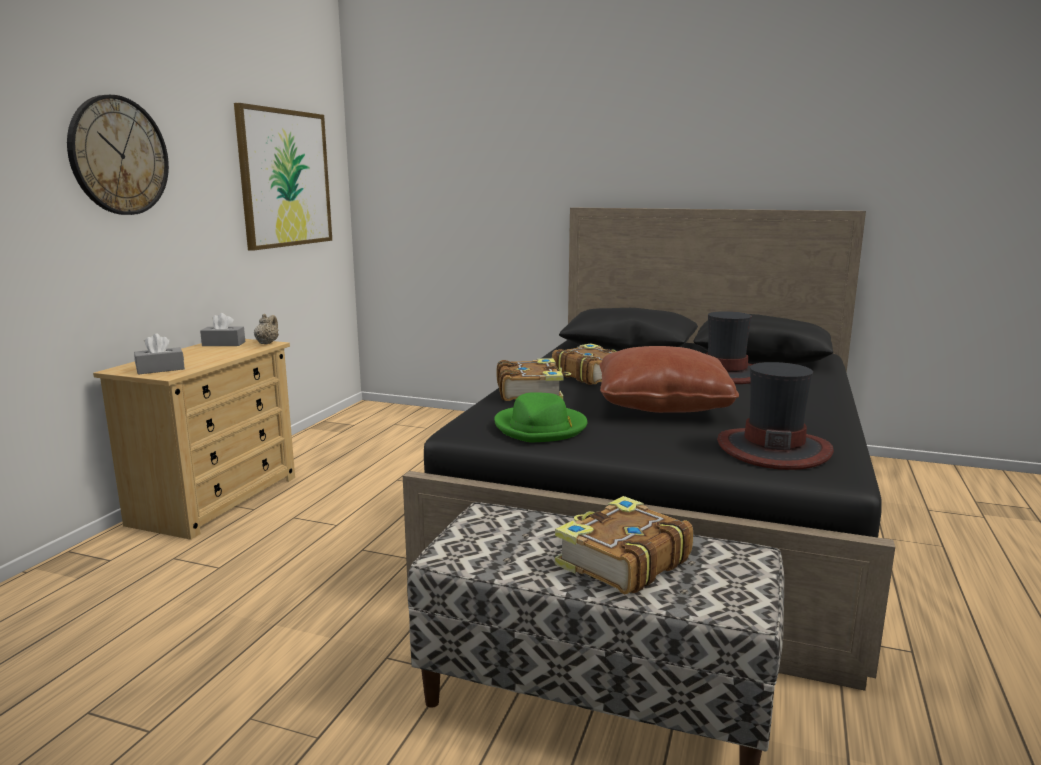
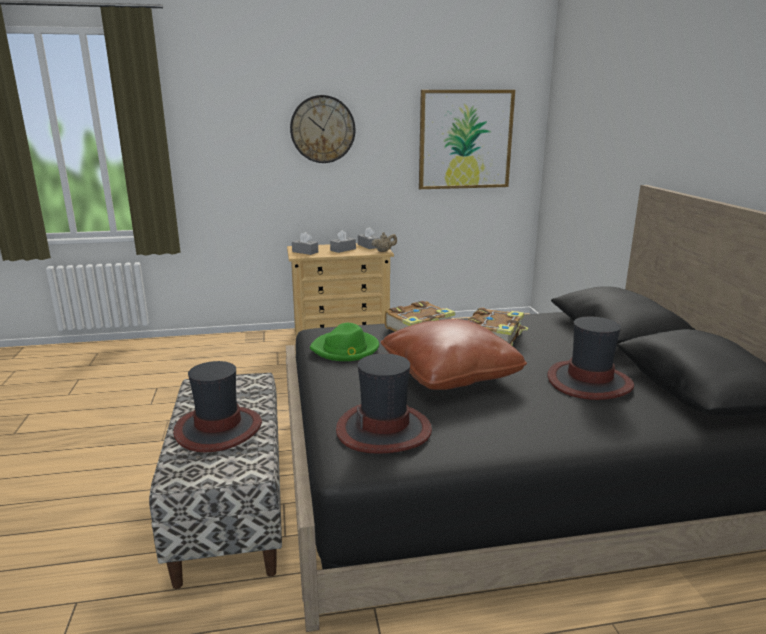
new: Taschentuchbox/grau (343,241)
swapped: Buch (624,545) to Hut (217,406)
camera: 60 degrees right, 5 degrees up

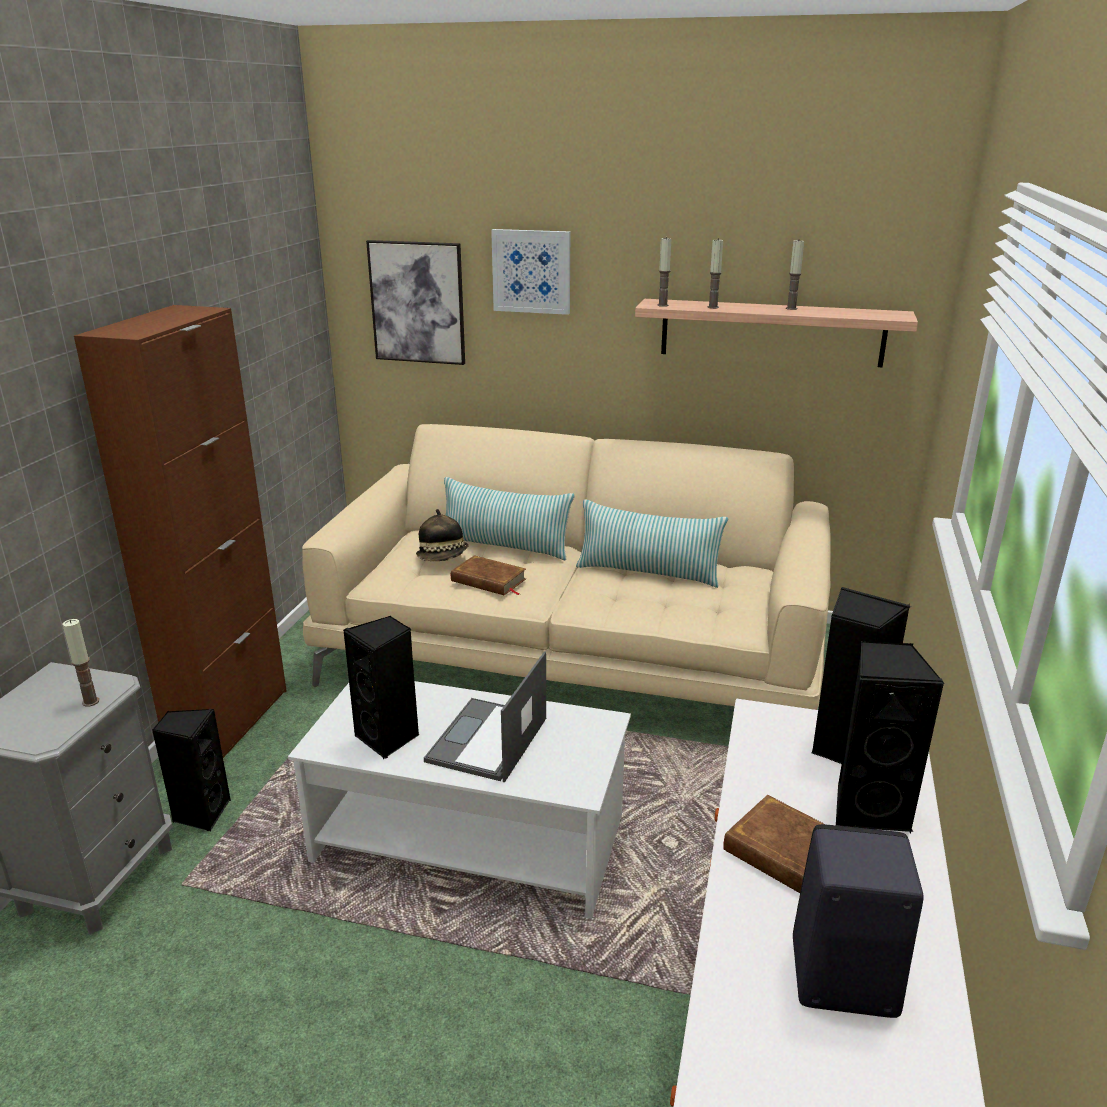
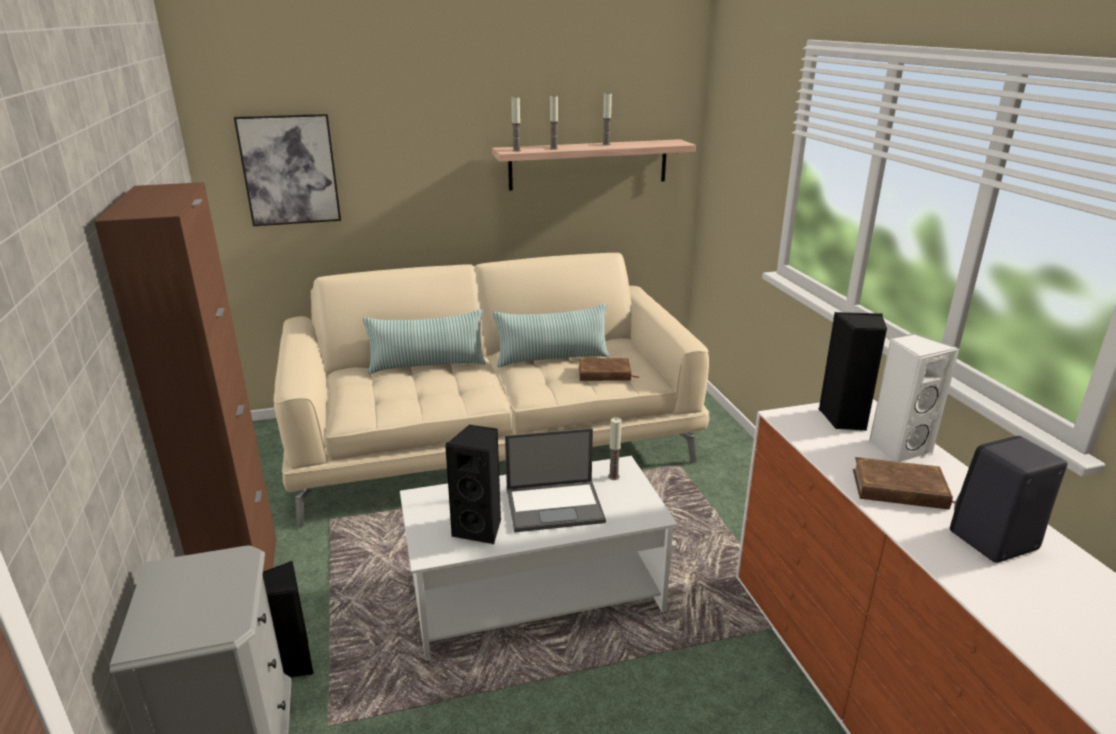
gone: Hut (442,535); Bild (530,272)
shifted: Kerze (80,663) to (614,449); Buch/braun (488,575) to (609,369)
repainted: Lautsprecher/schwarz (890,737) to Lautsprecher/weiß (914,397)
rotated: Laptop (485,716) = (555,480) 90 degrees counterclockwise
camera: 30 degrees left, 0 degrees up

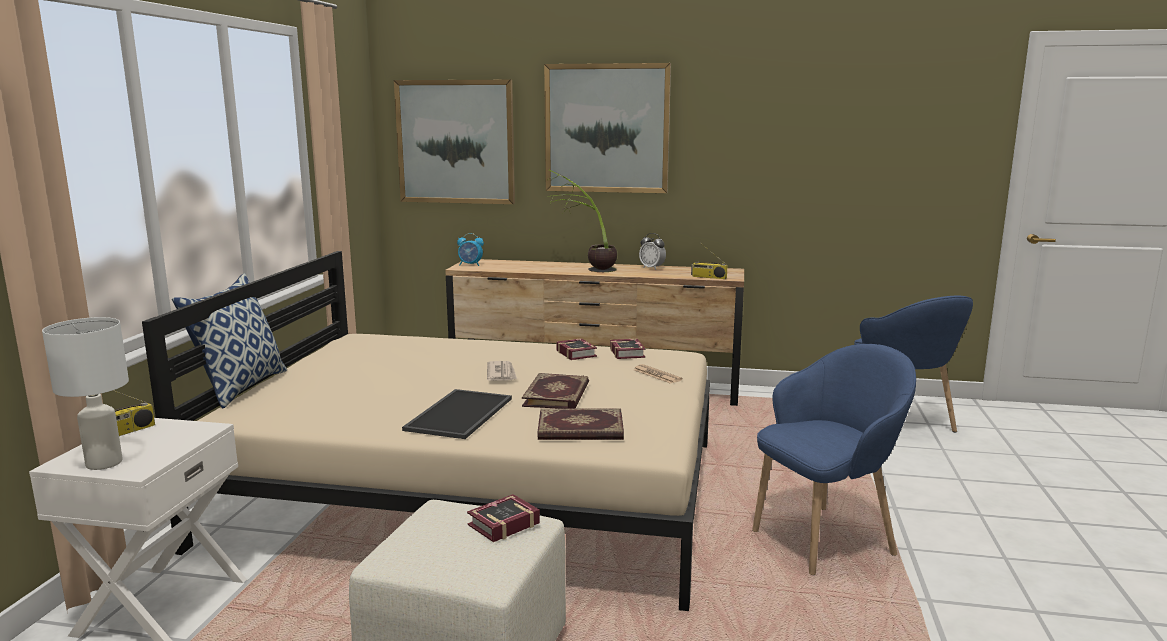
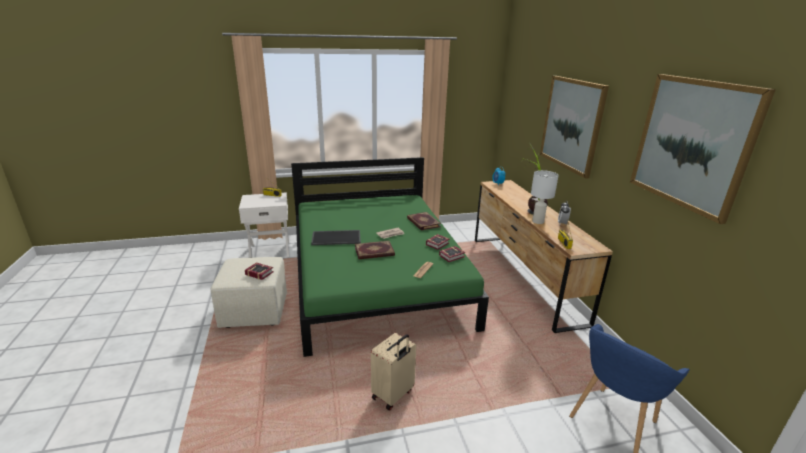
gone: Kissen (229,341)
shifted: Tischlampe/weiß (85,393) to (545,197); Bild (454,142) to (703,149); Buch (581,424) to (424,221)
swapped: Sessel/blau (834,459) to Koffer/beige (393,372)
repainted: Bett/beige (426,431) to Bett/grün (390,257)
camera: 65 degrees right, 10 degrees up

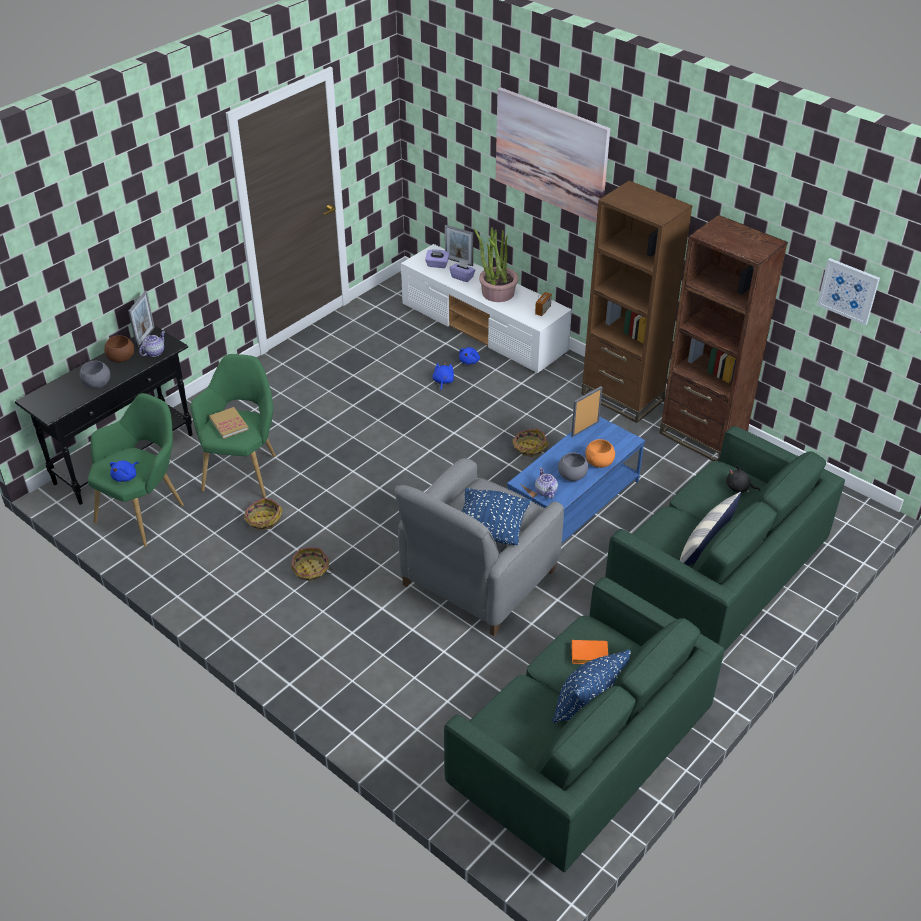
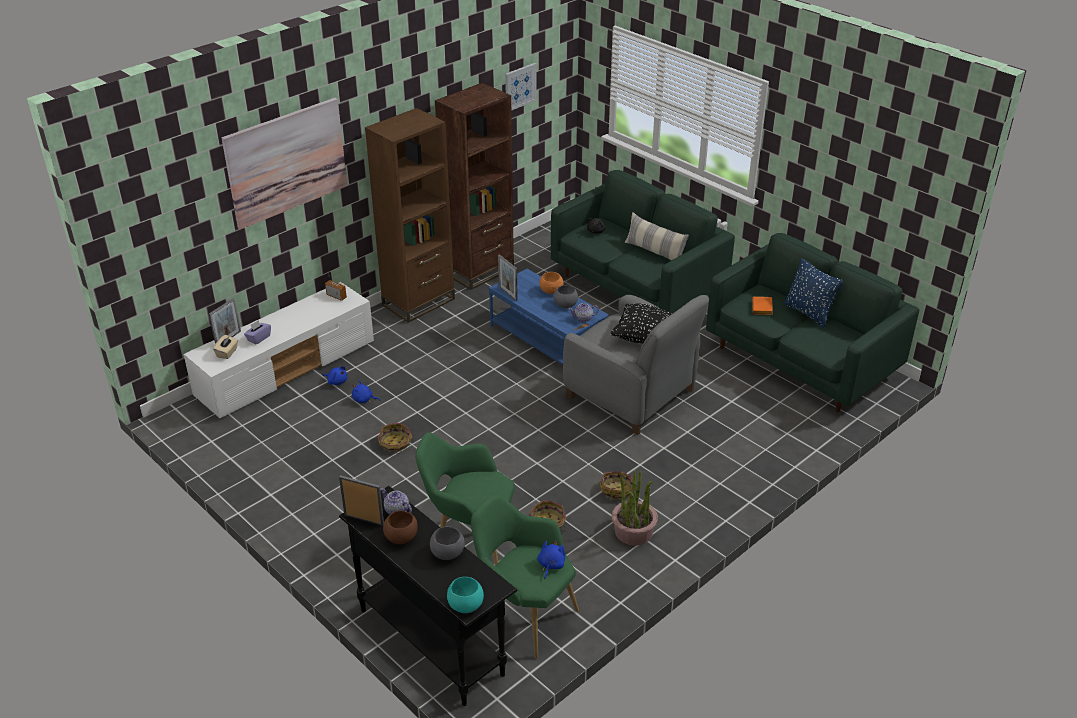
gone: Buch (229,423)
new: Schüssel/türkis (465,595)
shifted: Topfpflanze (496,264) to (635,508); Korb (529,443) to (395,438)
repainted: Taschentuchbox/lila (437,259) to Taschentuchbox/beige (225,347); Kissen/blau (497,516) to Kissen/schwarz (642,323)
rotated: Plüschtier/blau (124,471) = (551,559) 105 degrees counterclockwise
camera: 85 degrees left, 5 degrees down

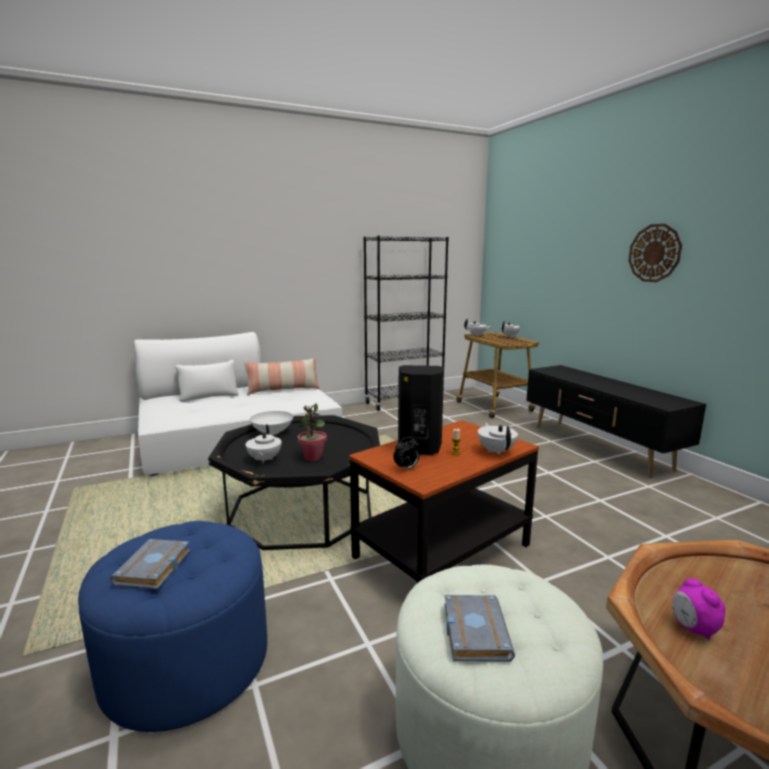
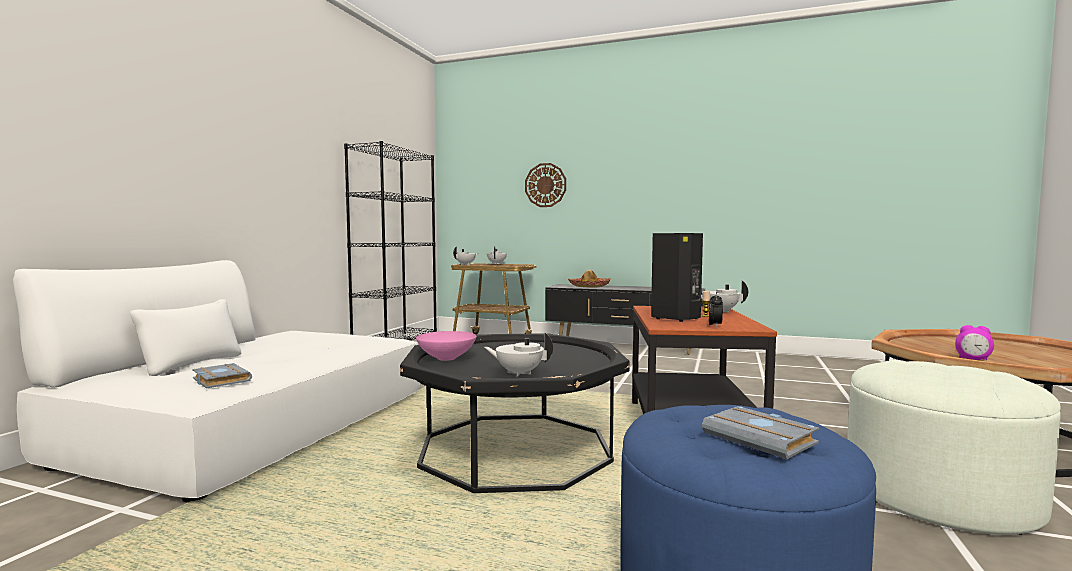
gone: Kissen (282,376); Topfpflanze (312,432)
new: Hut (589,279)
shifted: Buch/grau (479,628) to (222,375); Wanduhr (655,253) to (545,185)
repainted: Schüssel/weiß (271,423) to Schüssel/rosa (446,346)
rotated: Teekanne/weiß (263,444) = (518,355) 150 degrees clockwise
camera: 45 degrees left, 10 degrees down

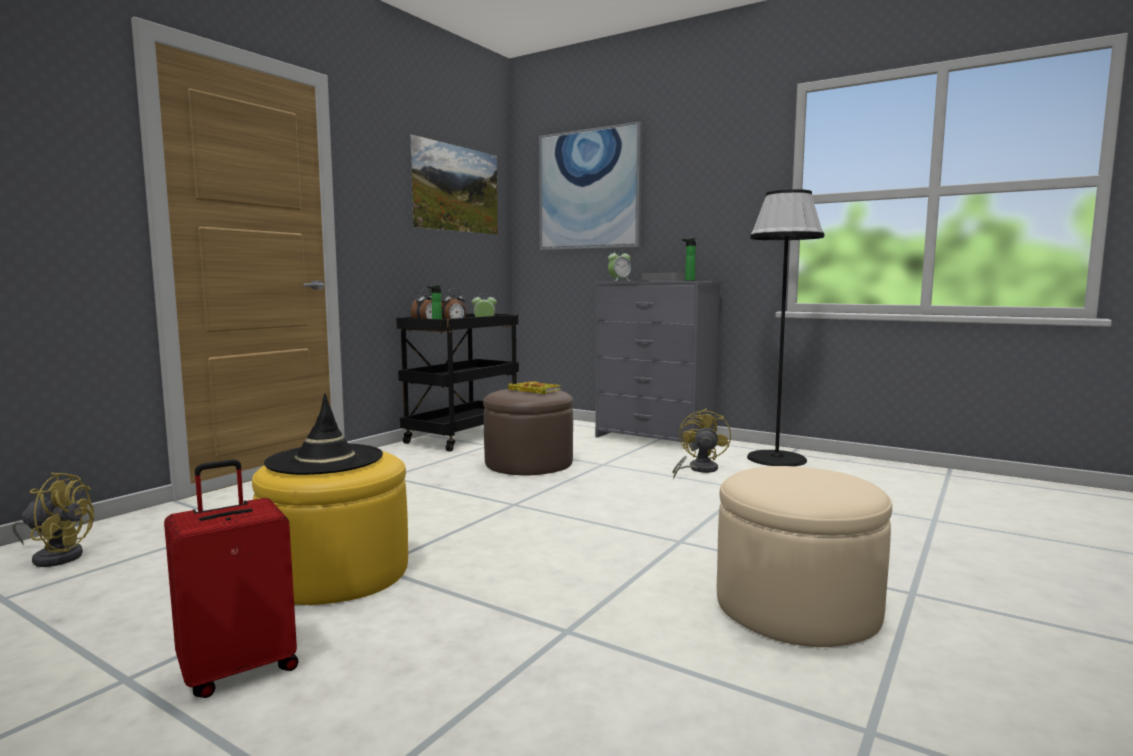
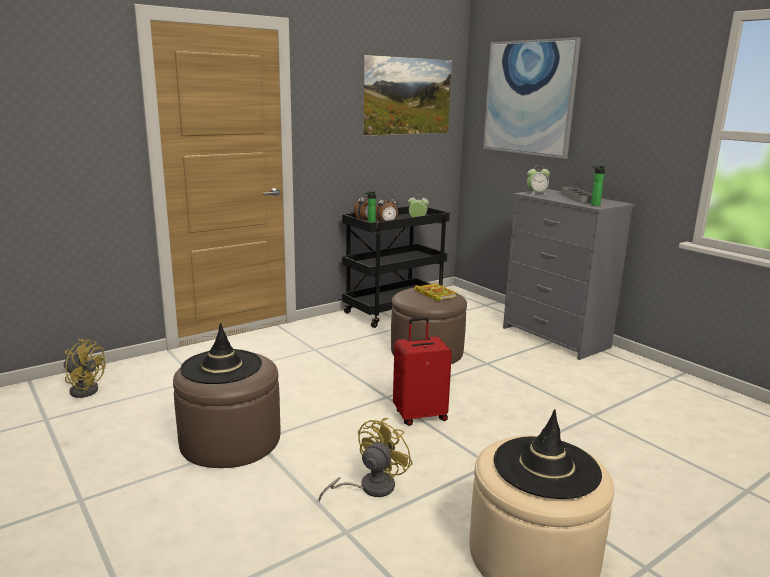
gone: Stehlampe/schwarz (785,327)
new: Hut/schwarz (548,454)
shifted: Koffer/rot (231,578) to (422,371); Ventilator/gelb (701,443) to (365,460)
repainted: Polsterhocker/gelb (330,528) to Polsterhocker/braun (227,410)
camera: 20 degrees right, 10 degrees up

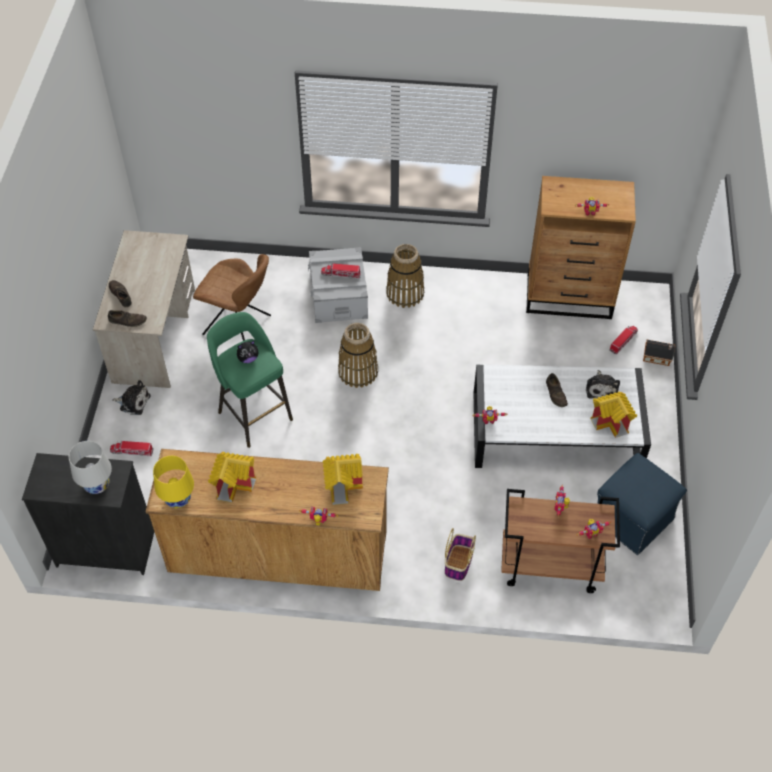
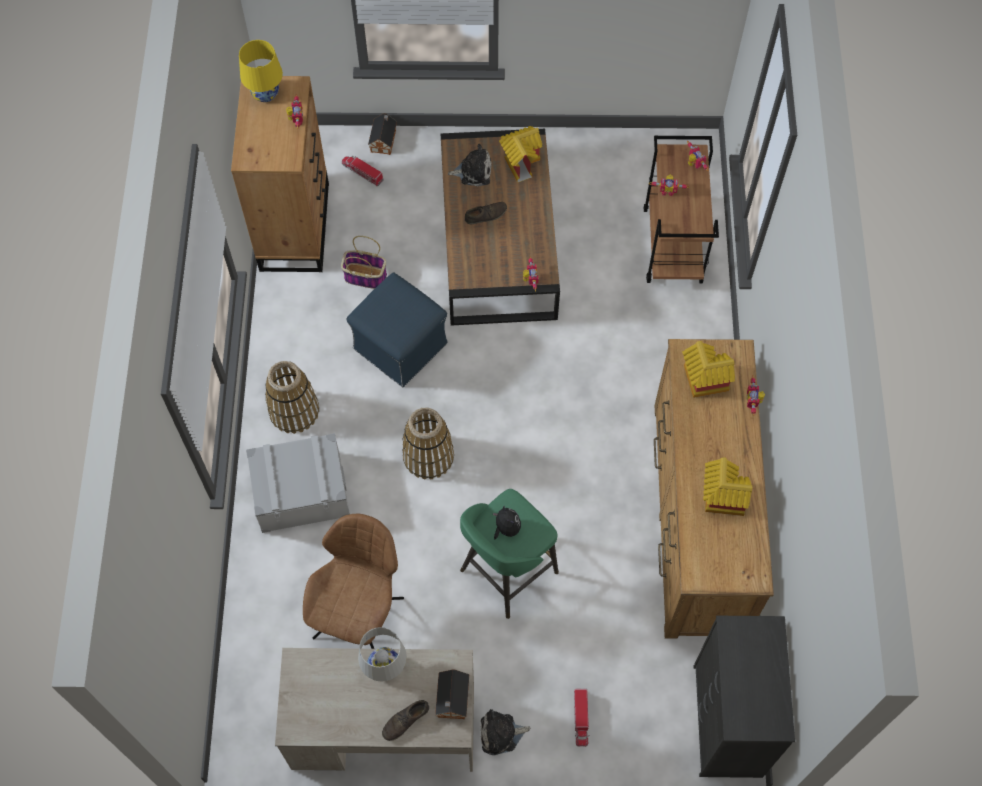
gone: Spielzeuglaster (341,271)
shifted: Tischlampe/weiß (90,467) to (382,654); Tischlampe/gelb (173,482) to (261,71); Korb (460,554) to (364,262); Polsterhocker/blau (642,504) to (397,330)
swapped: Schuh/braun (127,318) to Spielzeughaus (452,694)
repainted: Couchtisch/weiß (562,416) to Couchtisch/braun (500,227)
rotated: Plüschtier (131,397) = (505,732) 105 degrees counterclockwise
camera: 95 degrees left, 10 degrees up

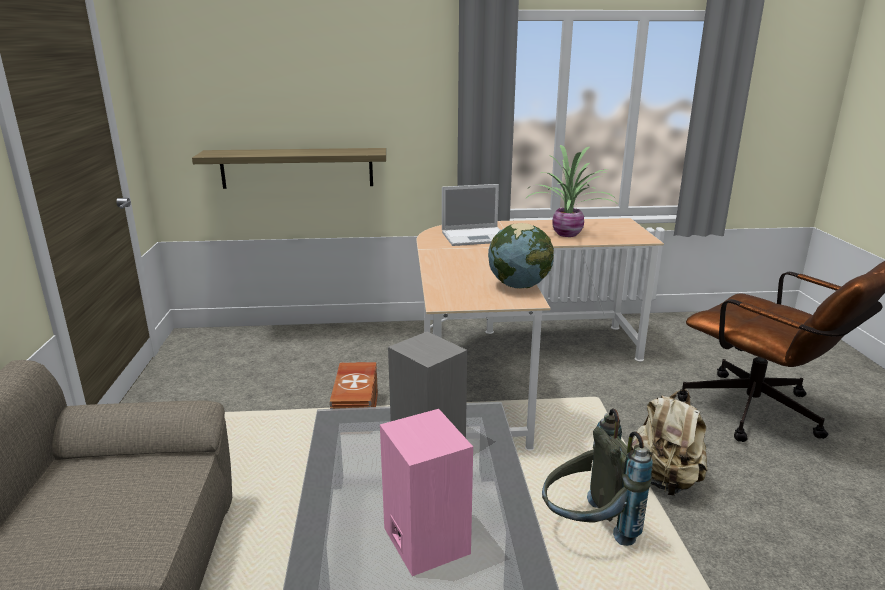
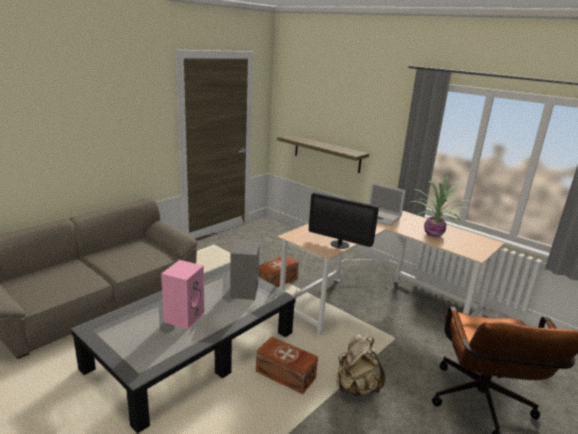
swapped: Globus (521,256) to Monitor (344,221); Rucksack/grau (597,477) to Aufbewahrungsbox/braun (287,365)
camera: 45 degrees right, 0 degrees up

